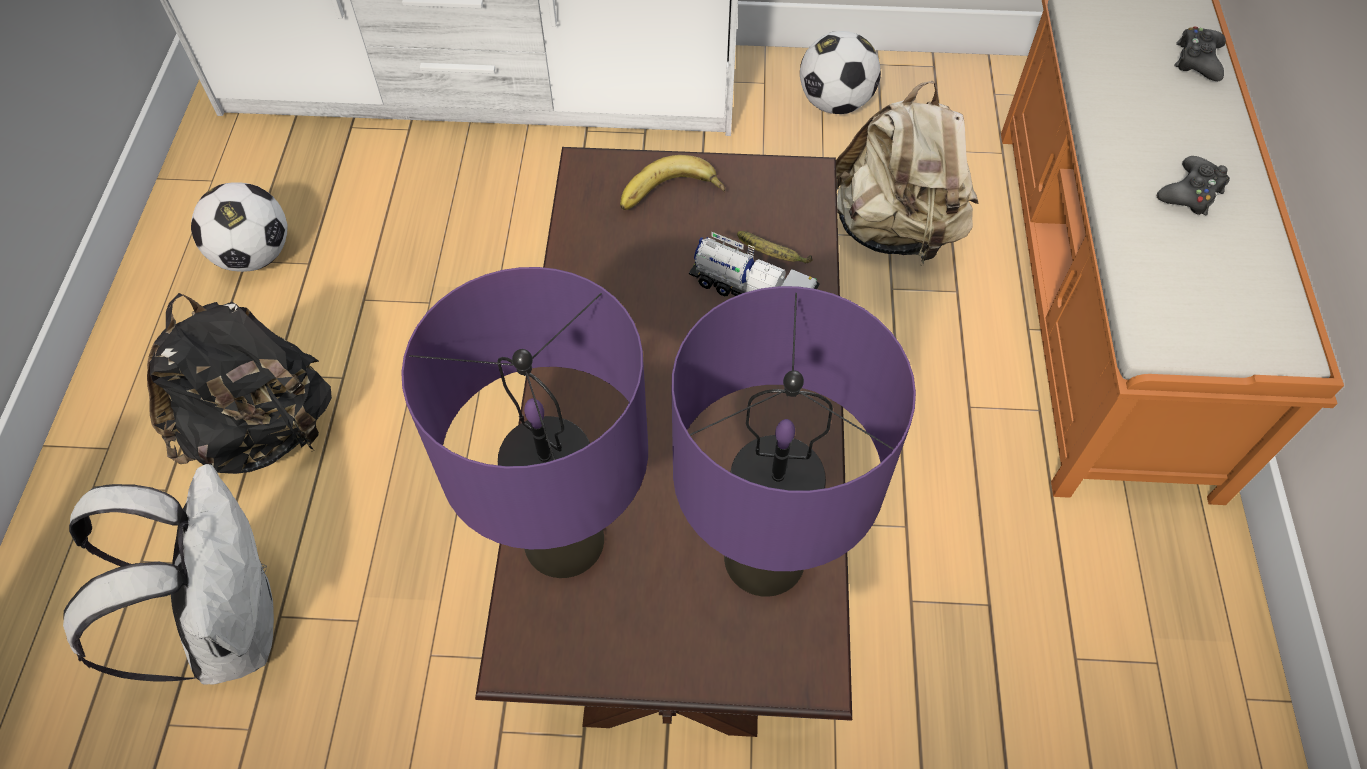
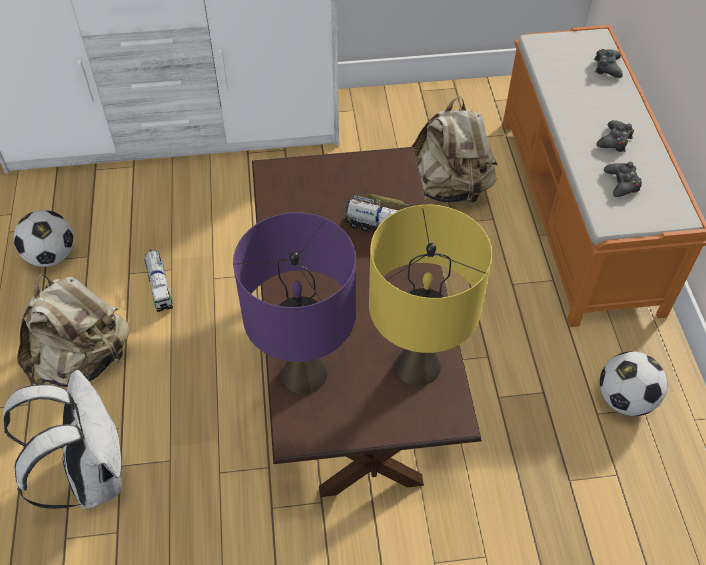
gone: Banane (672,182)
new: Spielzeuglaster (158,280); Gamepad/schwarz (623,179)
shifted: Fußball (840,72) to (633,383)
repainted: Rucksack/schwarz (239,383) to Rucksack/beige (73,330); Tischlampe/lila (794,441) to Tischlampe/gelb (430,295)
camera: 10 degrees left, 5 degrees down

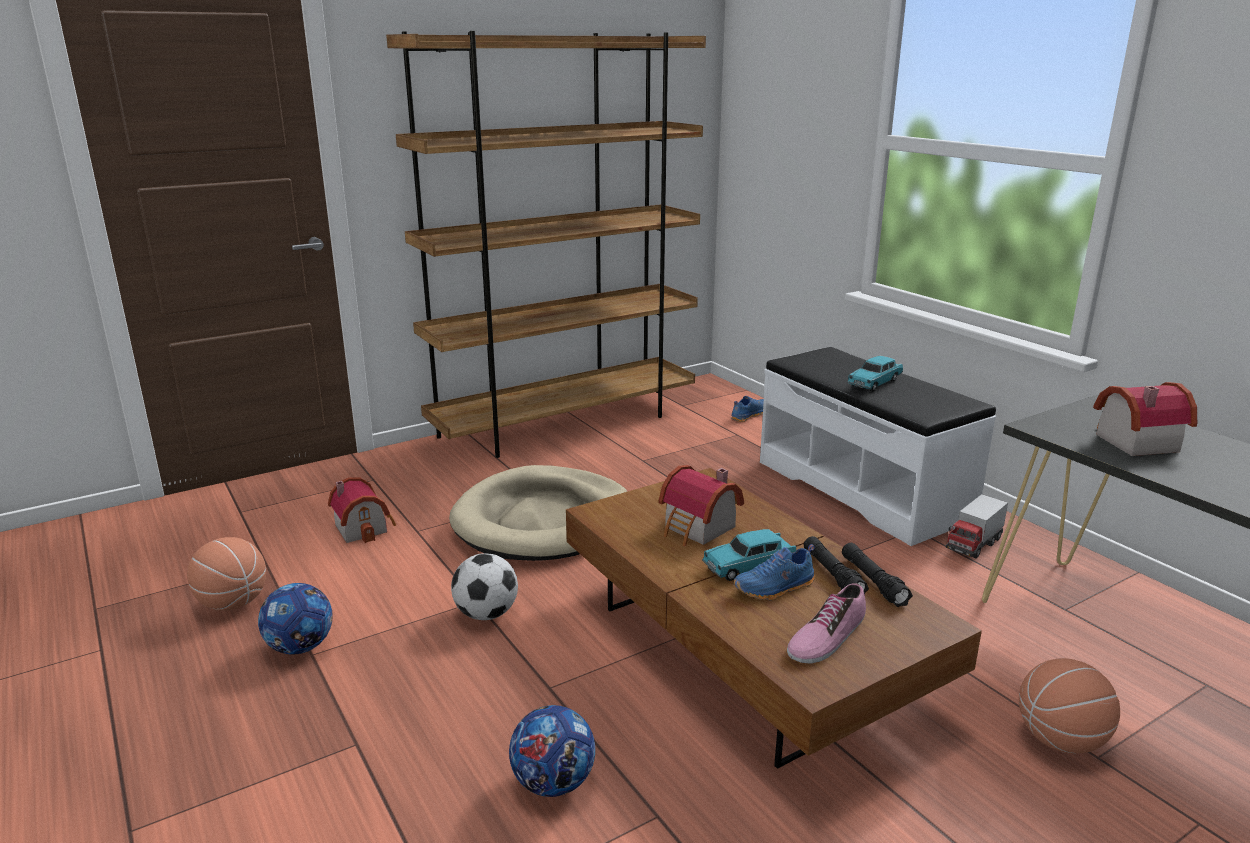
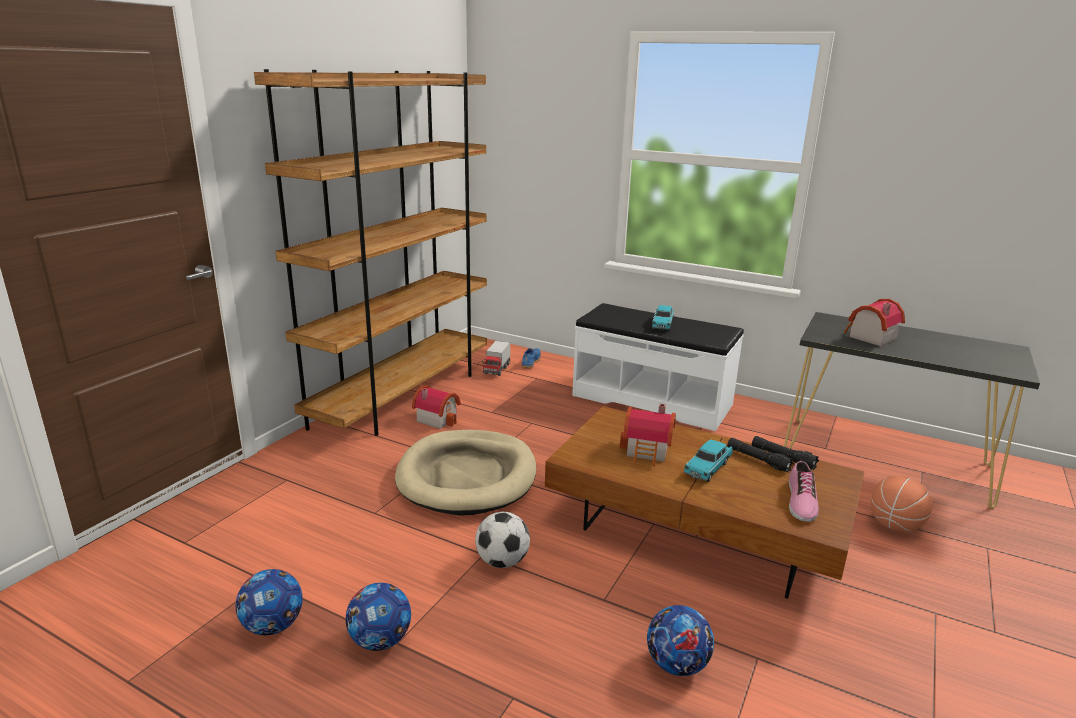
gone: Schuh/blau (774,572)
shifted: Spielzeughaus (362,510) to (436,407); Spielzeuglaster (977,526) to (496,358)
swapped: Basketball (226,574) to Fußball (269,602)
camera: 30 degrees left, 0 degrees up

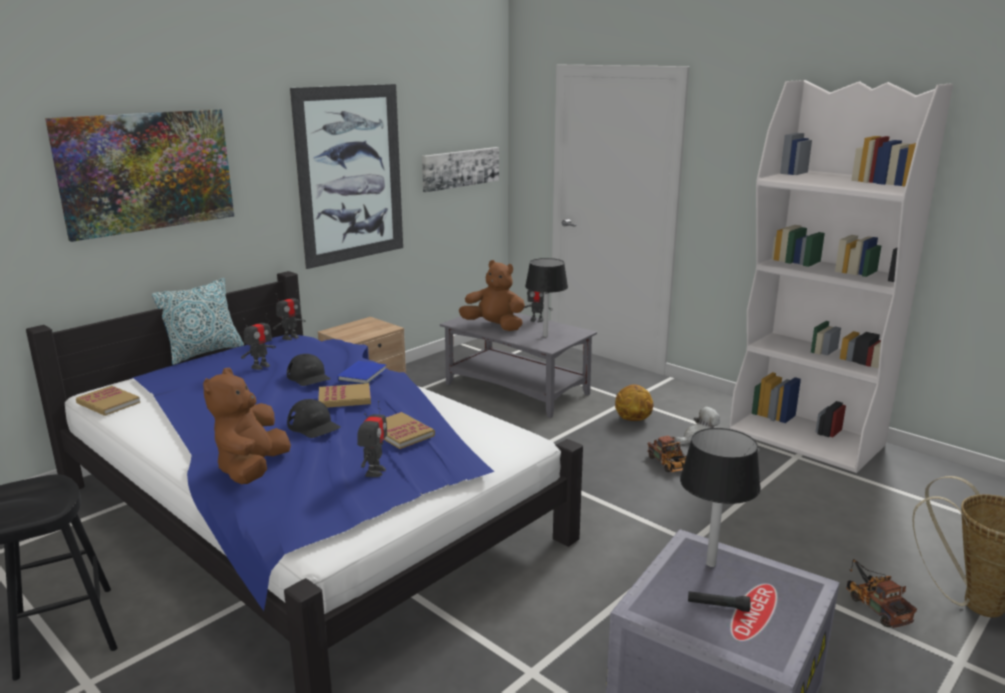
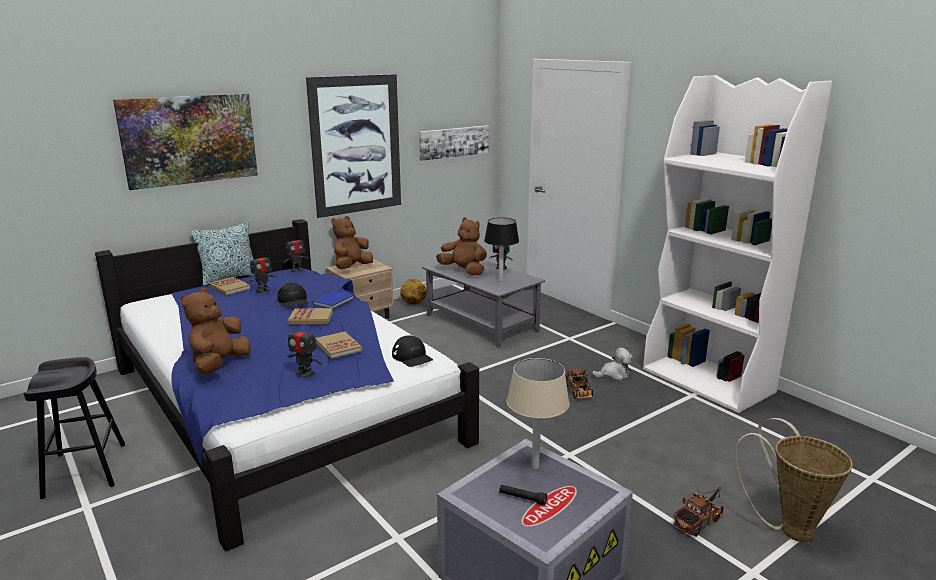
new: Plüschtier/braun (352,242)
shifted: Buch (108,401) to (229,286); Kappe/schwarz (314,418) to (412,351); Basketball (634,403) to (413,291)
repainted: Tischlampe/schwarz (720,497) to Tischlampe/beige (538,414)
rotated: Spielzeugroboter (372,439) = (304,349) 90 degrees clockwise; Spielzeuglaster (881,593) = (698,512) 60 degrees clockwise
camera: 10 degrees right, 0 degrees up

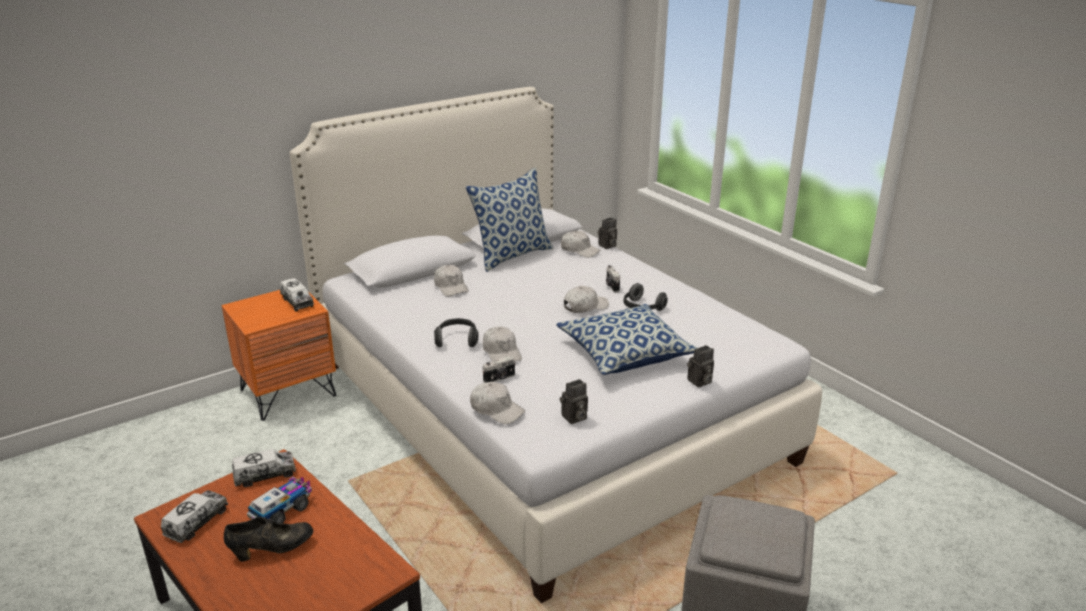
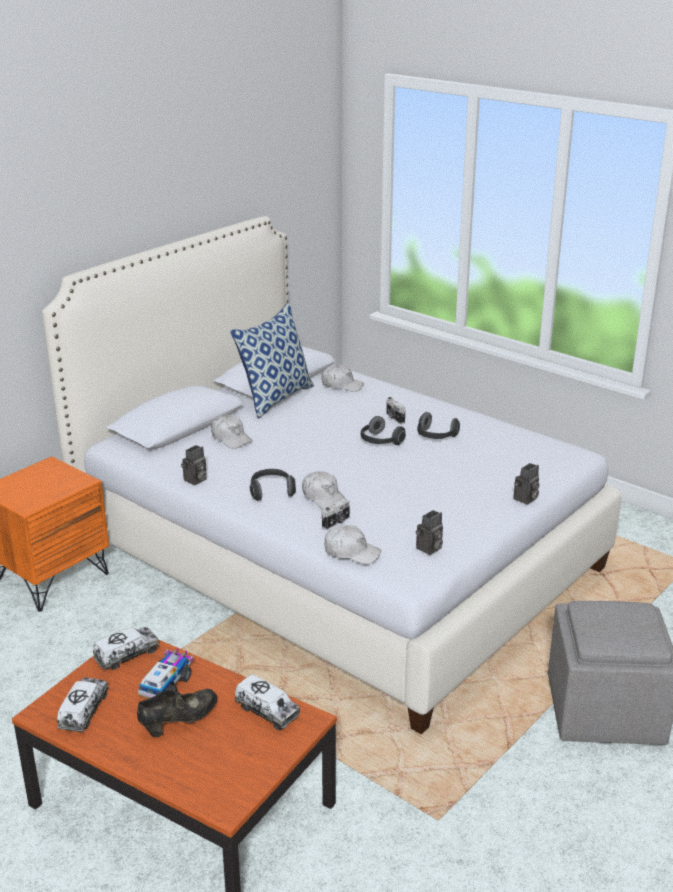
gone: Kissen (627,339)
shifted: Spielzeuglaster (297,295) to (267,702); Kamera (607,233) to (194,465)
swapped: Kappe/weiß (586,299) to Kopfhörer (383,430)
camera: 15 degrees left, 0 degrees up

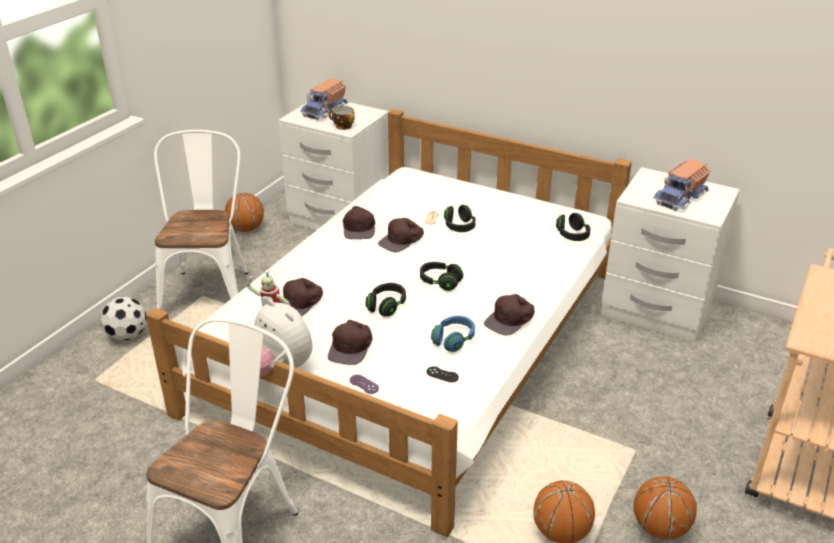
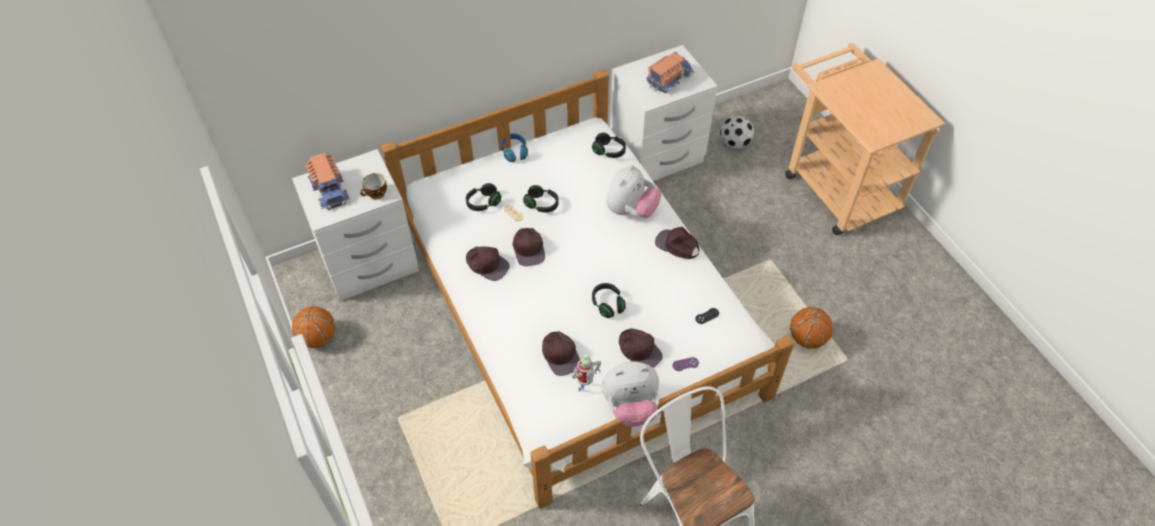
gone: Stuhl/weiß (201,219); Basketball (665,508)
new: Plüschtier (633,191)
shifted: Fußball (123,318) to (737,132); Kopfhörer/schwarz (441,276) to (483,197); Kopfhörer/blau (453,334) to (514,147)
rotated: Kappe/braun (509,314) = (677,243) 135 degrees clockwise; Spielzeuglaster (681,185) = (670,72) 120 degrees counterclockwise
camera: 55 degrees left, 20 degrees up

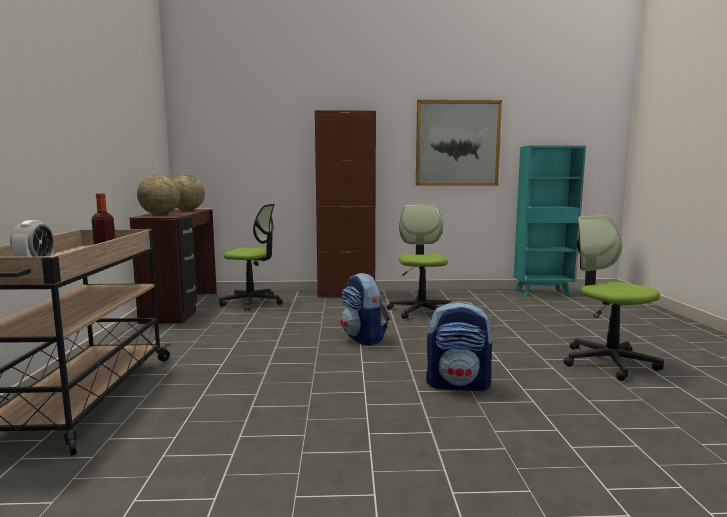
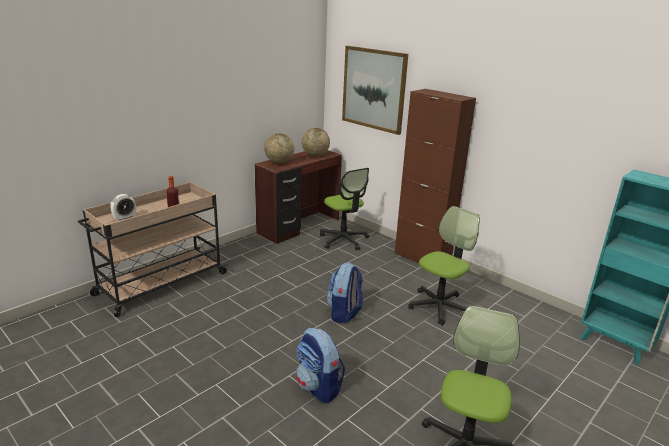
shifted: Bild (459,143) to (375,90)
camera: 45 degrees right, 15 degrees up

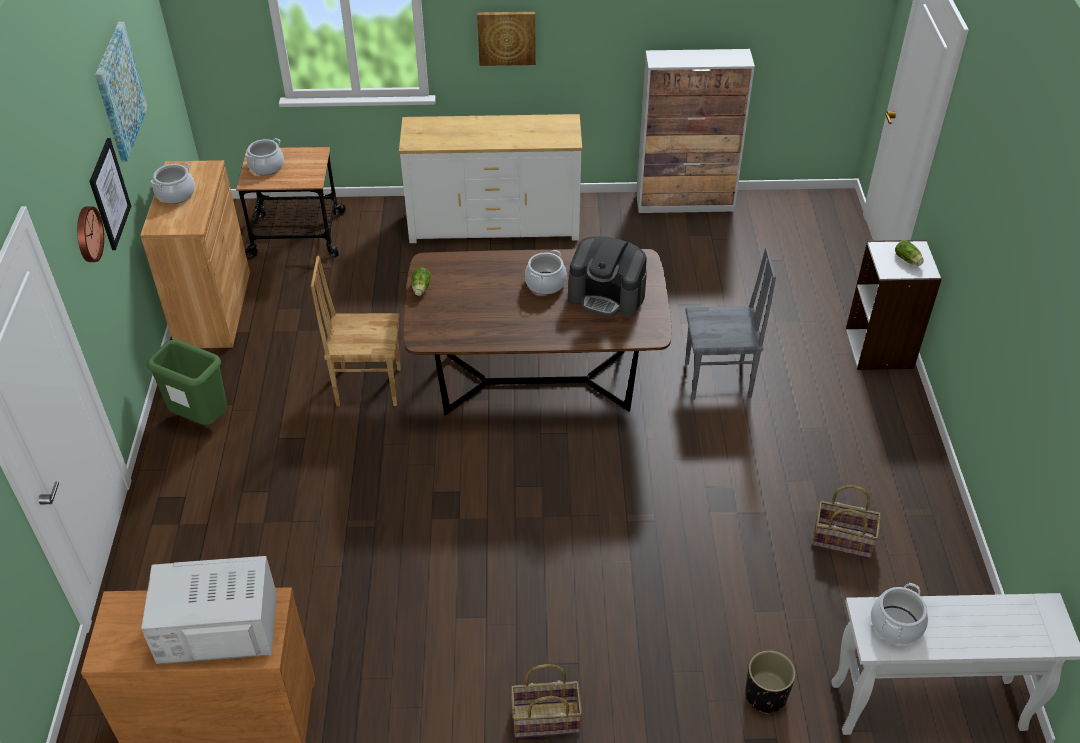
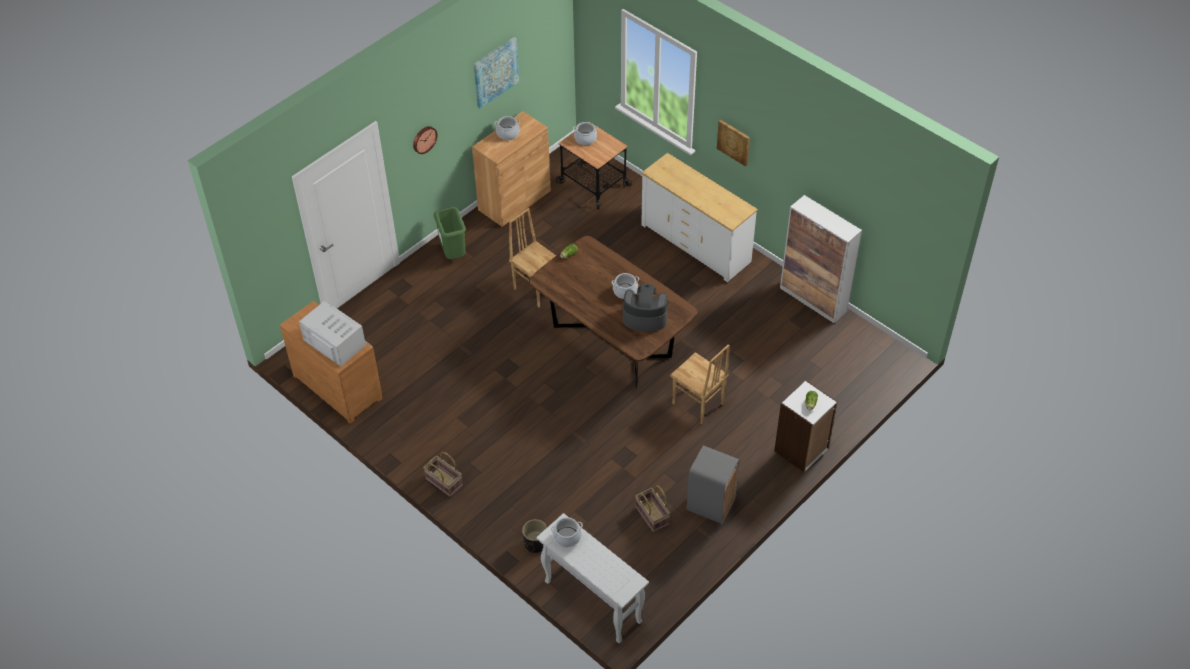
gone: Bild (110,194)
new: Mülleimer/grau (713,484)
repainted: Stuhl/grau (730,323) to Stuhl/braun (699,384)
rotated: Kaffeemaschine (607,276) = (645,307) 120 degrees clockwise
camera: 45 degrees right, 5 degrees up

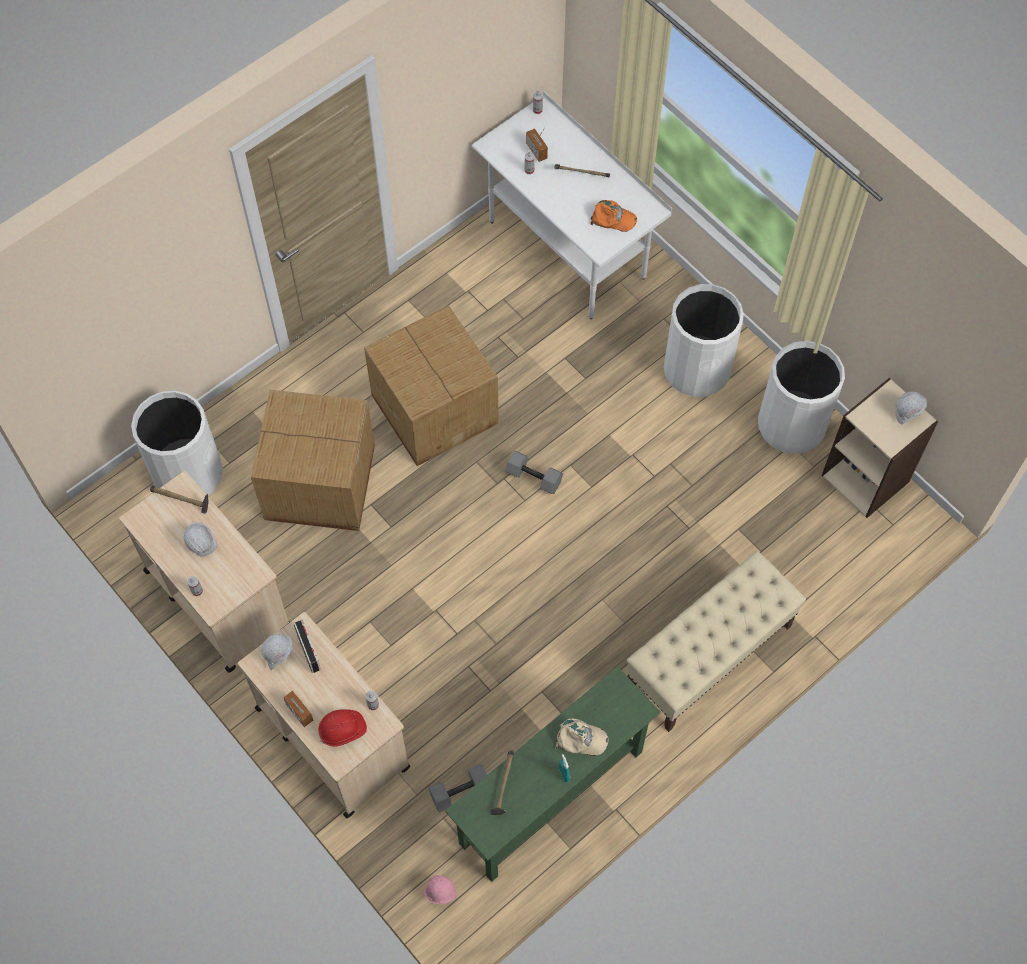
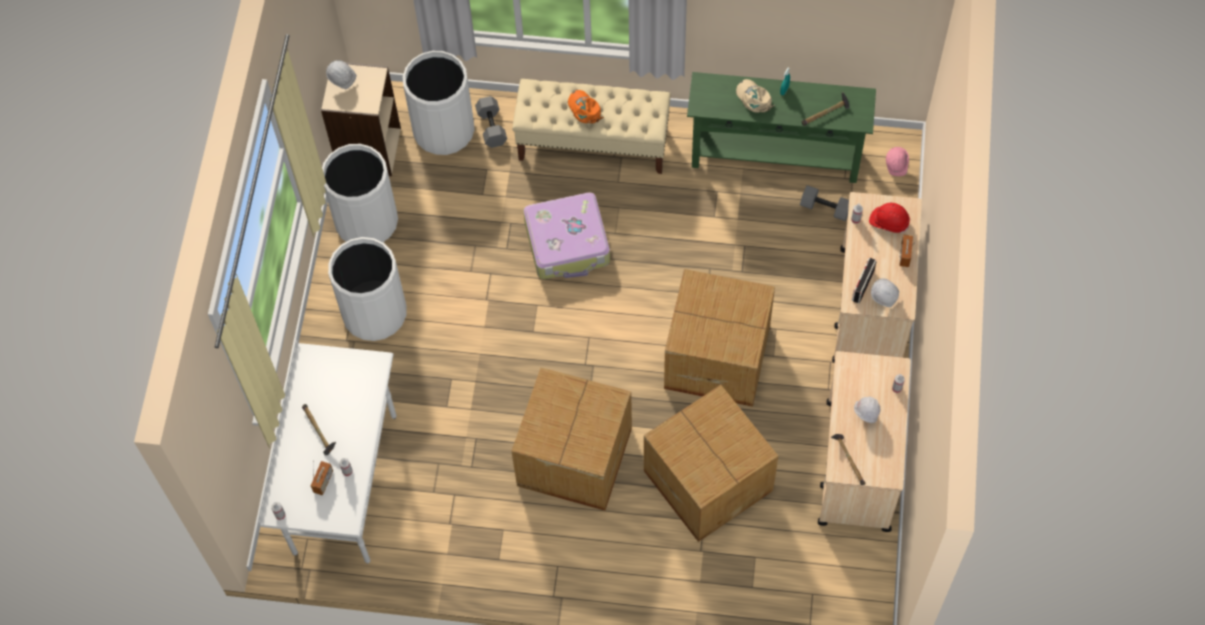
new: Koffer (566,235); Karton (719,338)
shifted: Mülleimer/weiß (177,443) to (439,103); Hantel/grau (534,472) to (491,122); Kappe/orange (613,216) to (586,106)
camera: 130 degrees left, 0 degrees up

